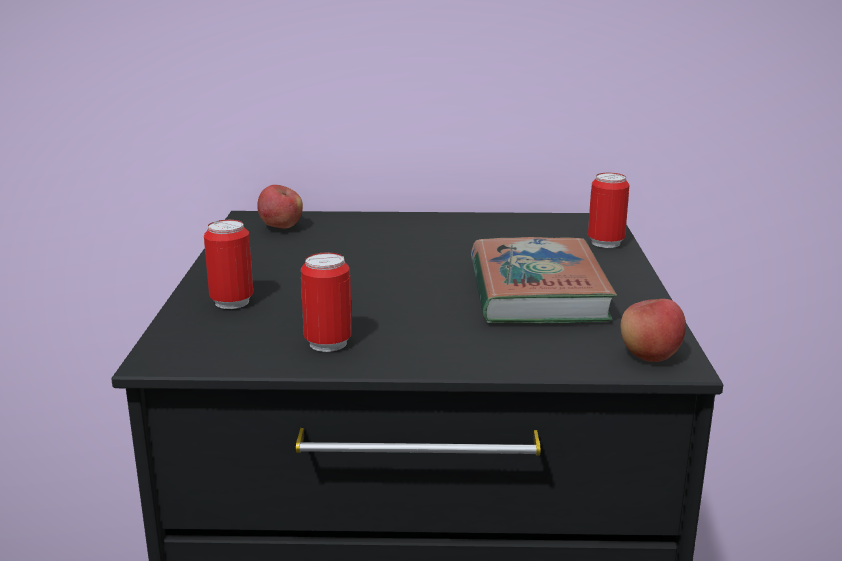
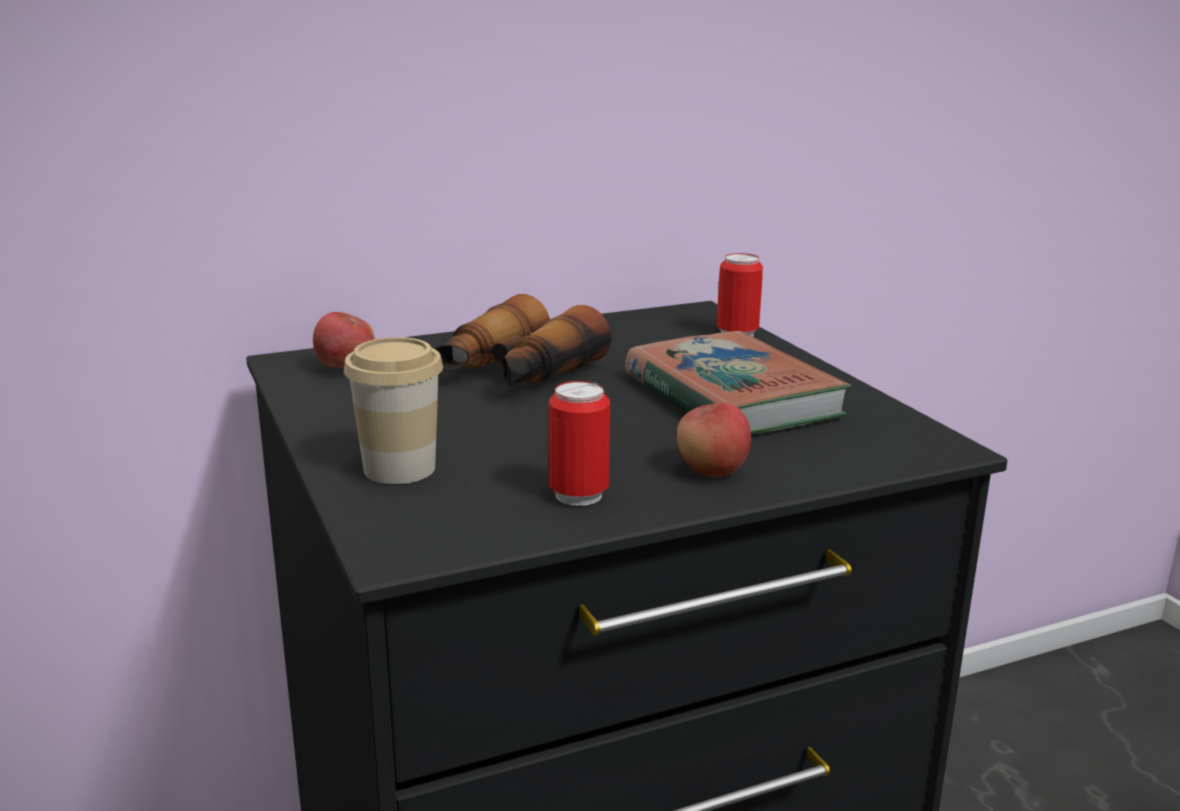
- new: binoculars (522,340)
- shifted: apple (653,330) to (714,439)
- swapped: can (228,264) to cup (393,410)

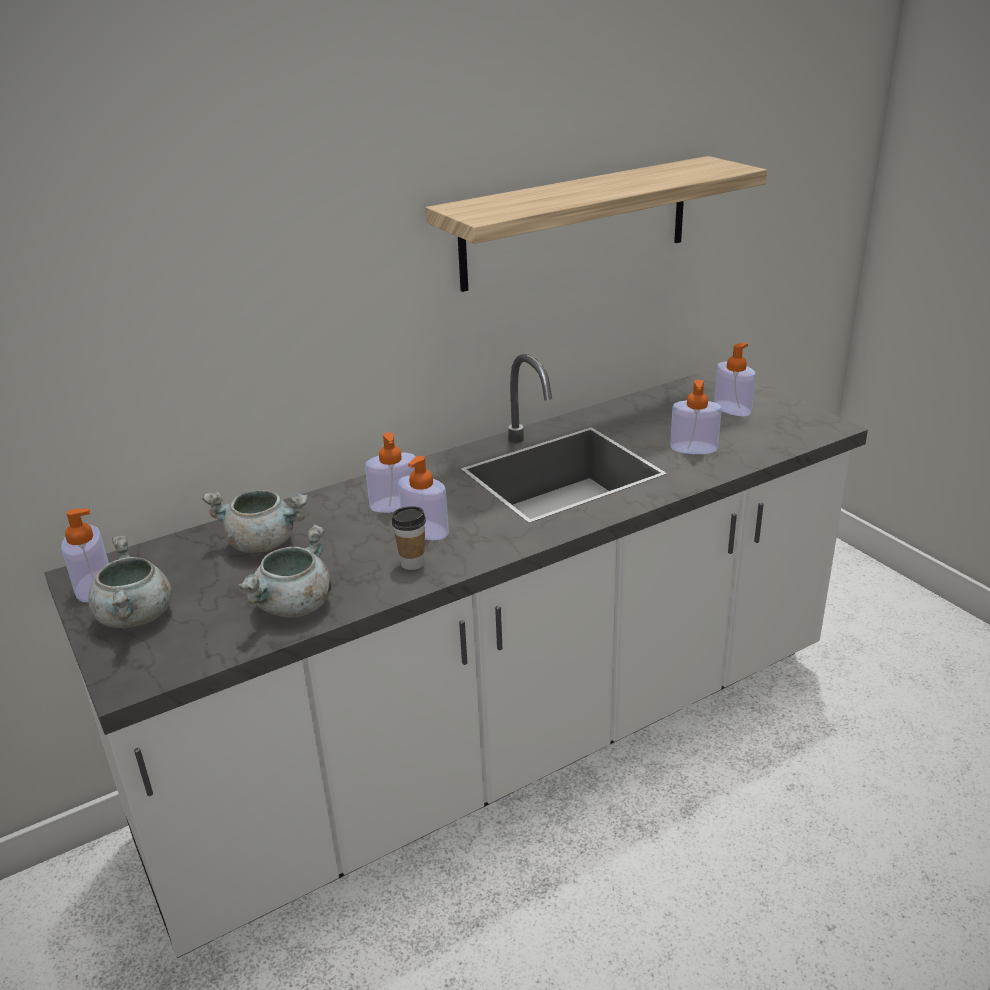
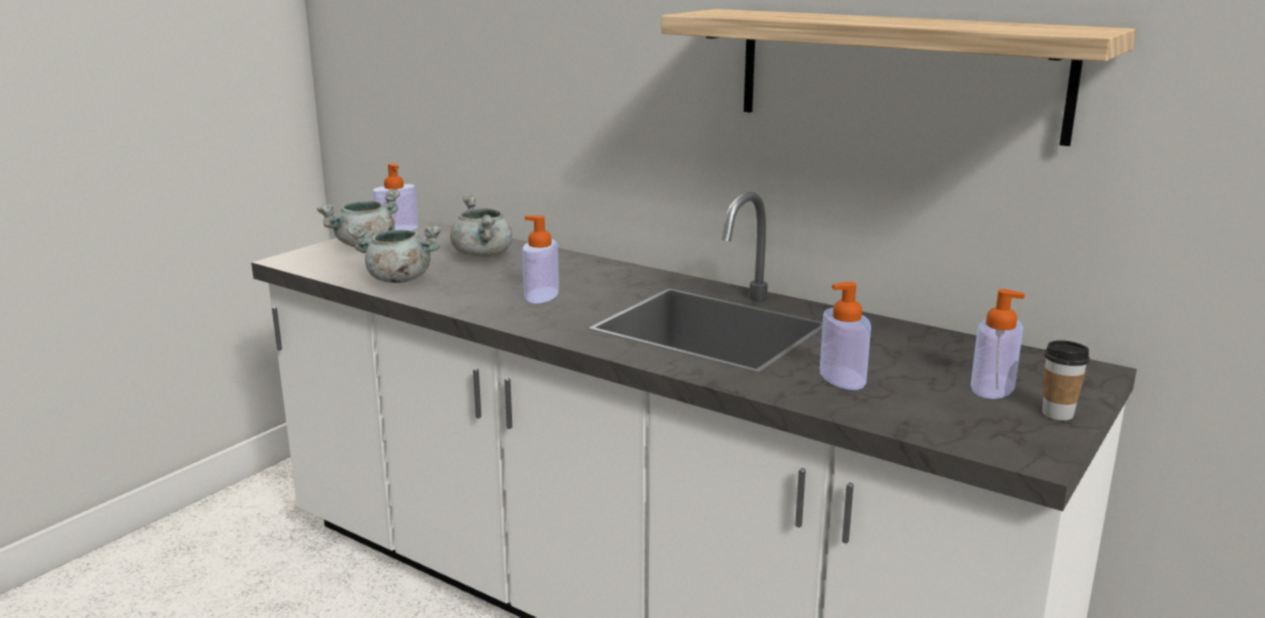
- gone: soap dispenser (390,472)
- shifted: cup (409,538) to (1066,380)

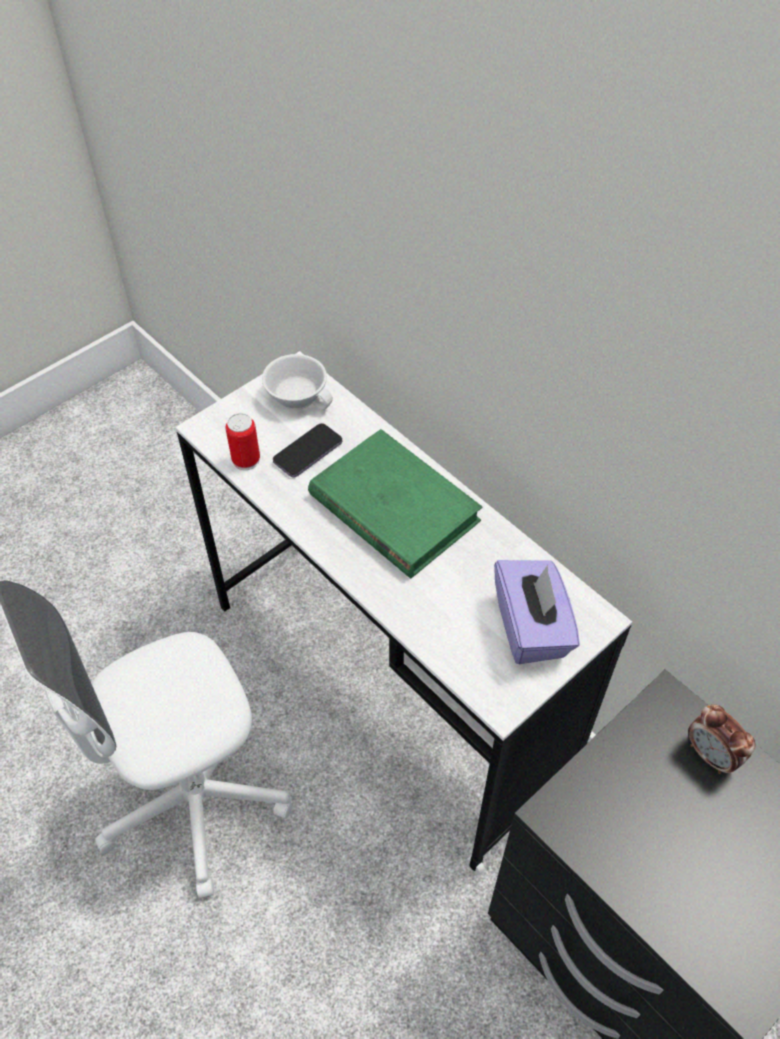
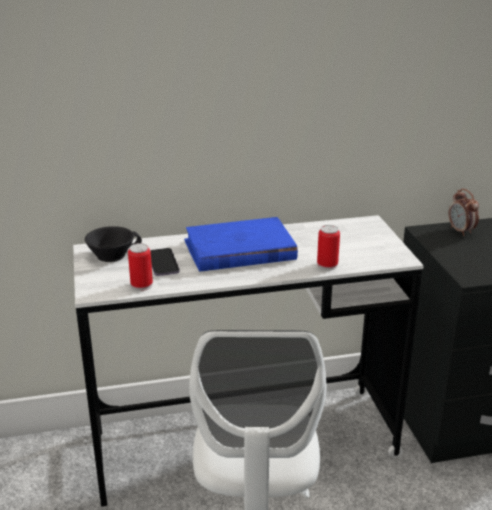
- gone: tissue box (purple) (537,612)
- new: can (328,247)
- repainted: cup (white) (297,382) to cup (black) (113,244)
- repainted: book (green) (395,503) to book (blue) (241,244)
- rotated: alarm clock (721,739) = (464,212) 75 degrees clockwise

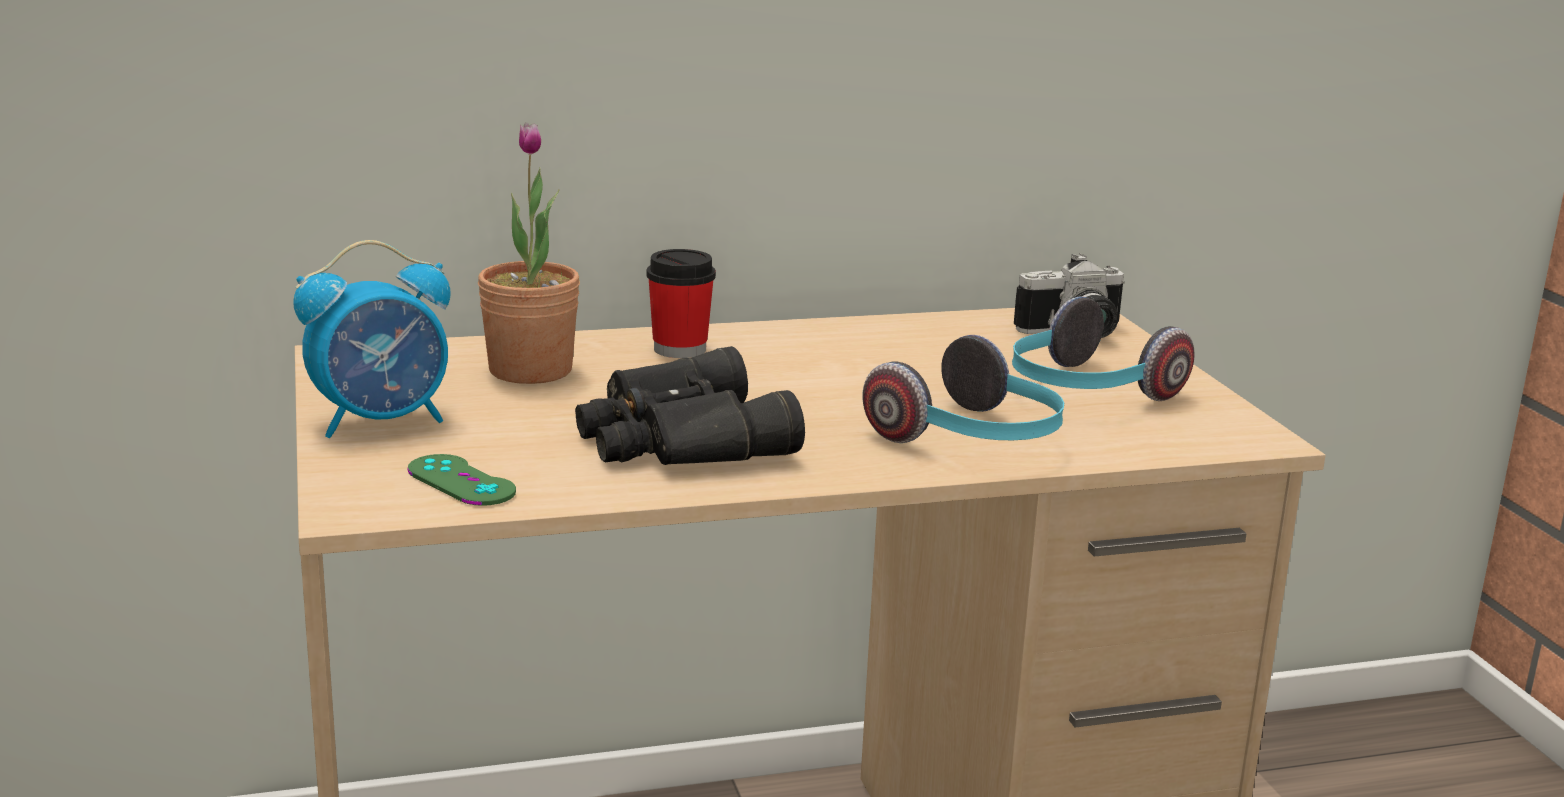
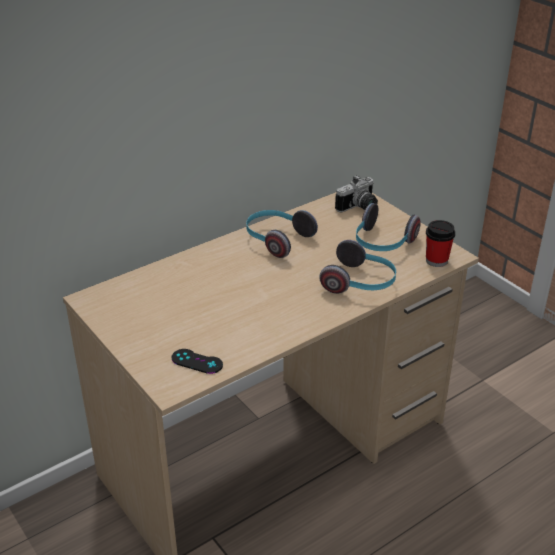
- gone: alarm clock (372,339)
- gone: potted plant (529,253)
- gone: binoculars (black) (690,405)
- new: headphones (282,234)
- shifted: cup (681,303) to (440,243)
- repainted: game controller (green) (462,480) to game controller (black) (197,361)

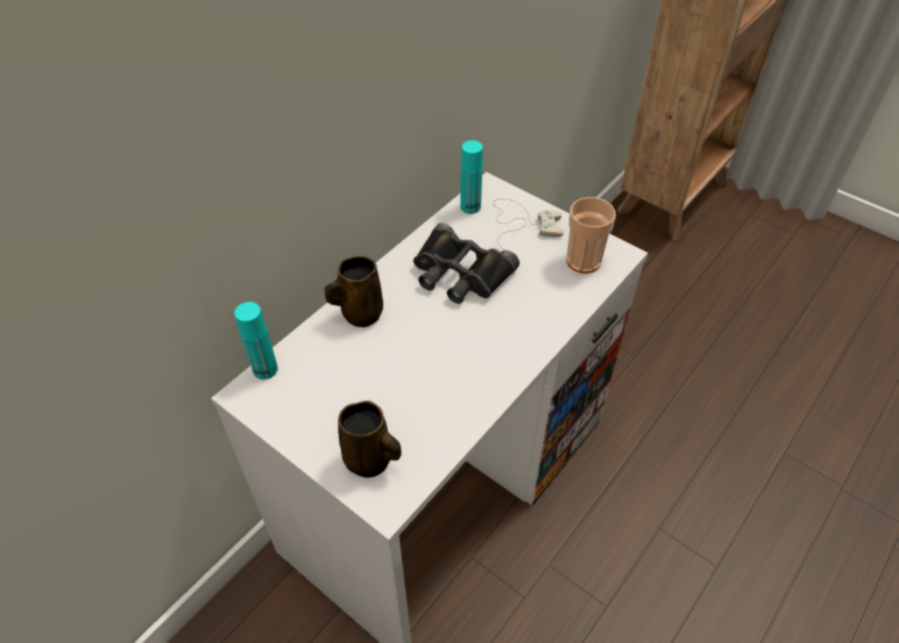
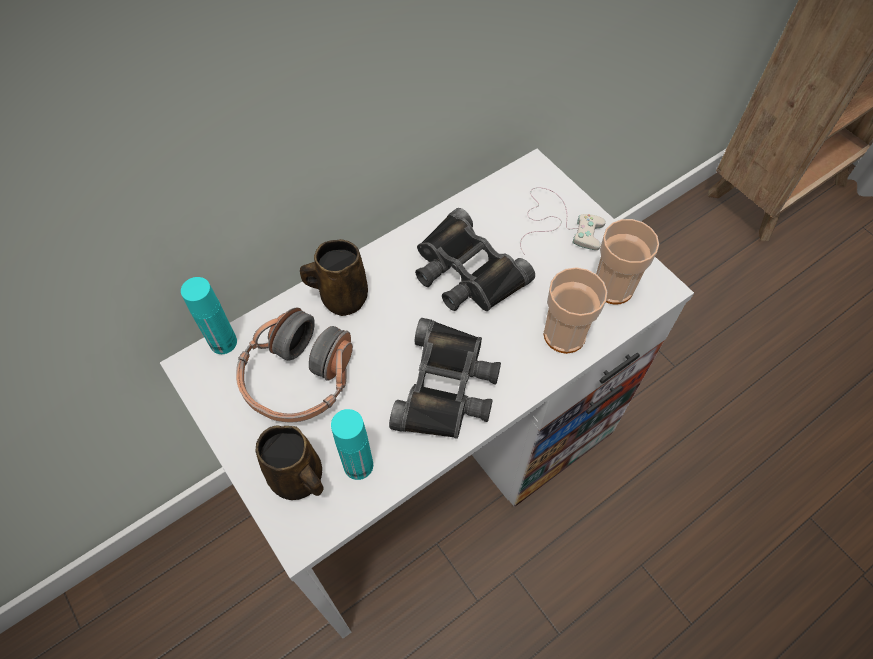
- new: headphones (294,365)
- new: binoculars (black) (445,378)
- new: cup (575,310)
- shifted: bottle (turquoise) (471,177) to (352,444)

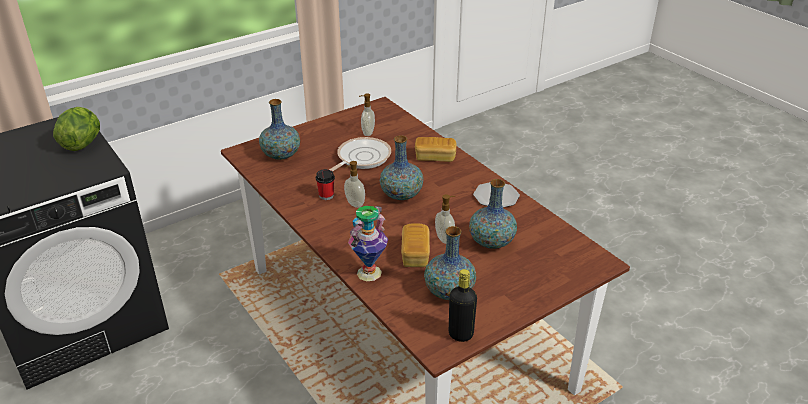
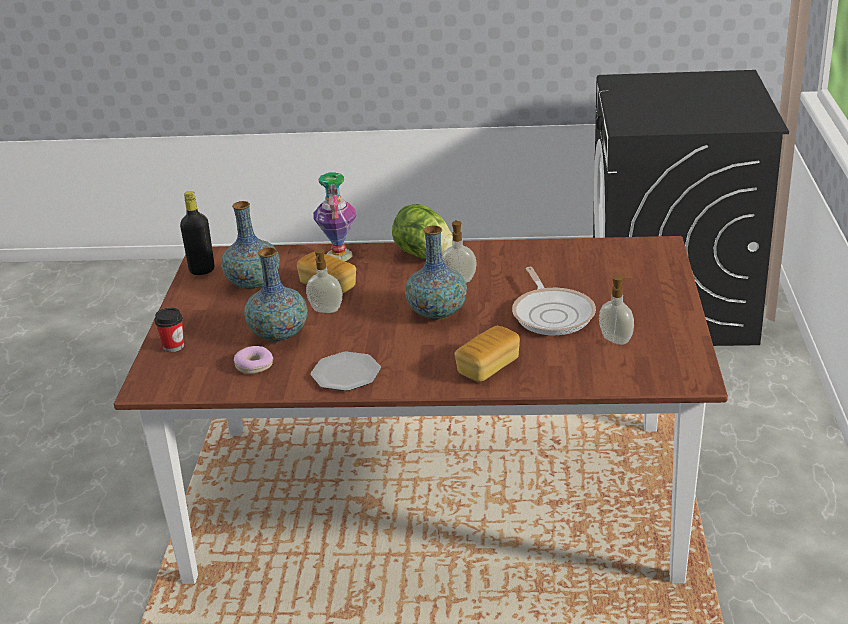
- gone: vase (279,129)
- new: donut (253,360)
- shifted: lettuce (76,129) to (422,231)
- shifted: cup (325,184) to (169,330)

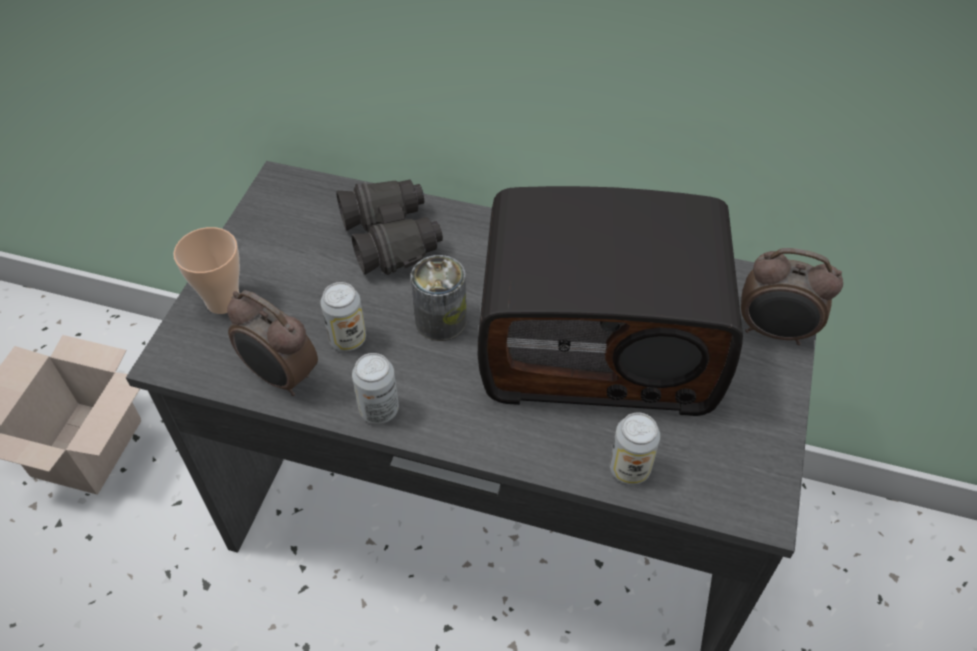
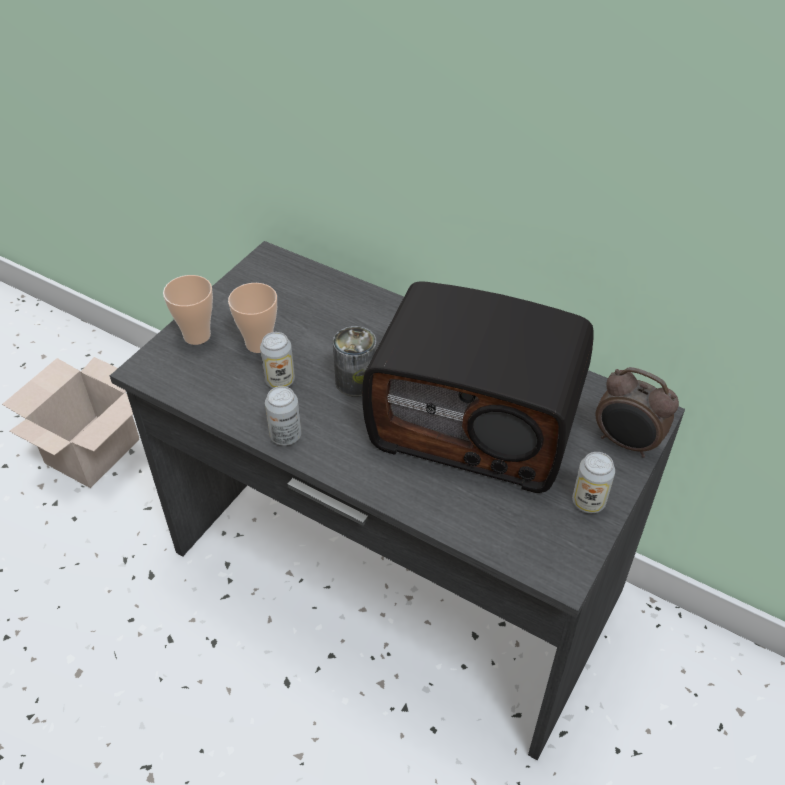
- gone: alarm clock (272,343)
- gone: binoculars (black) (390,227)
- new: cup (252,318)
- shifted: can (635,449) to (593,482)

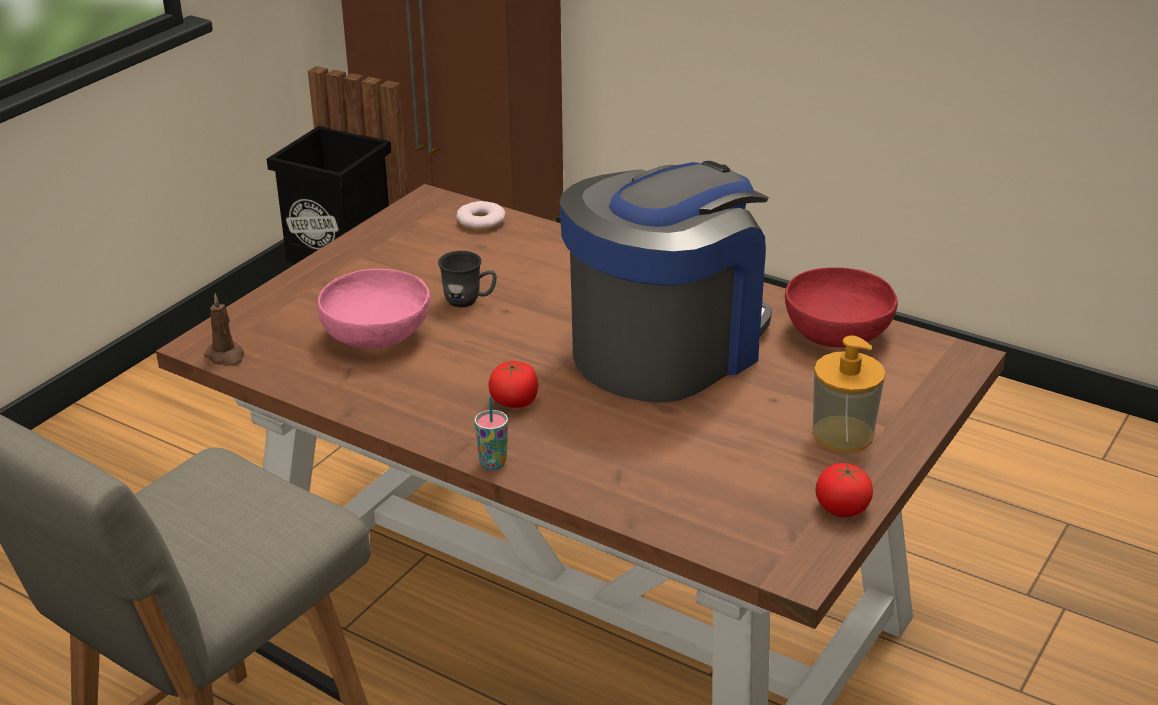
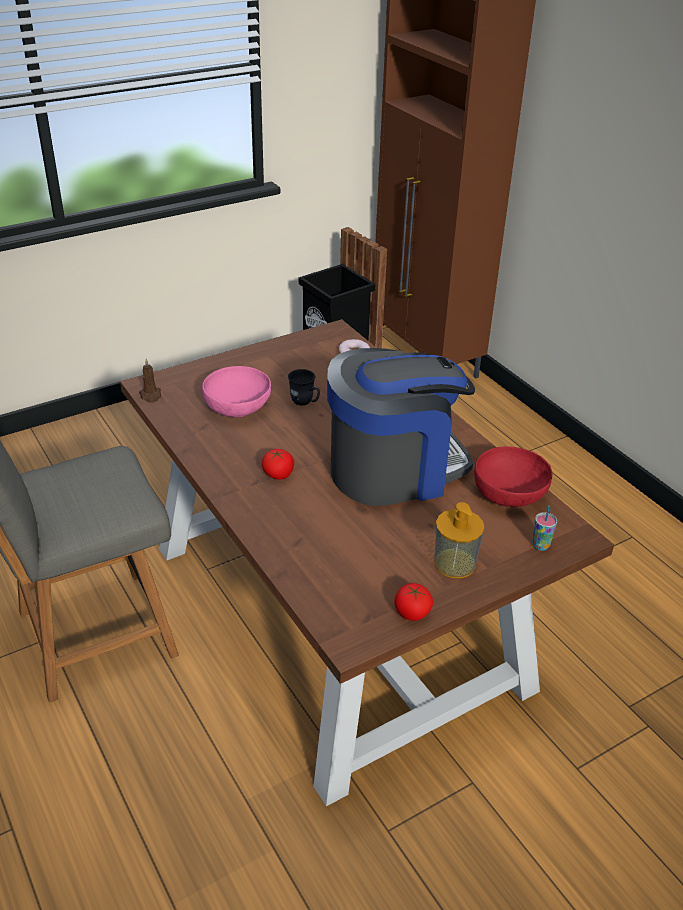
- shifted: cup (491,433) to (544,528)

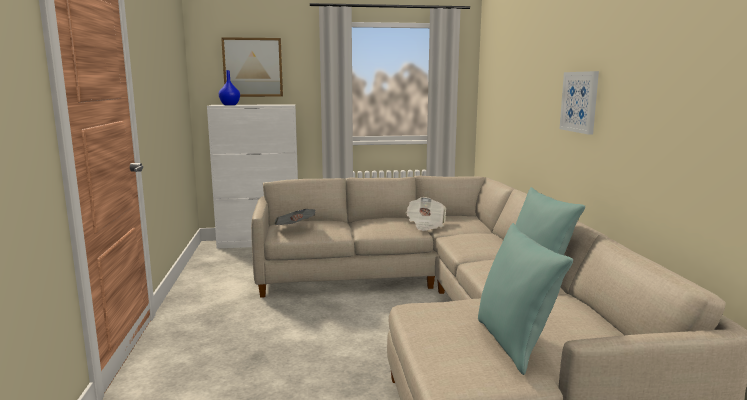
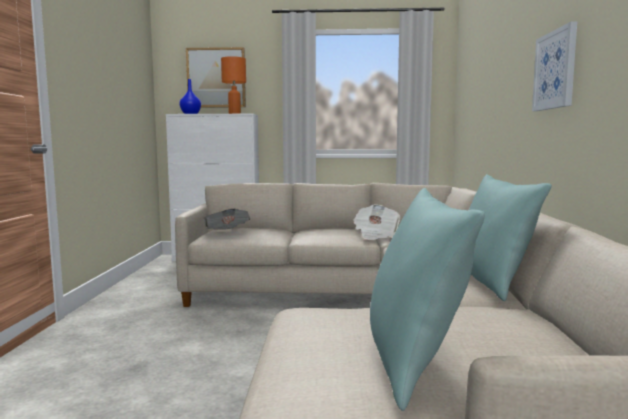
- new: table lamp (orange) (233,85)

